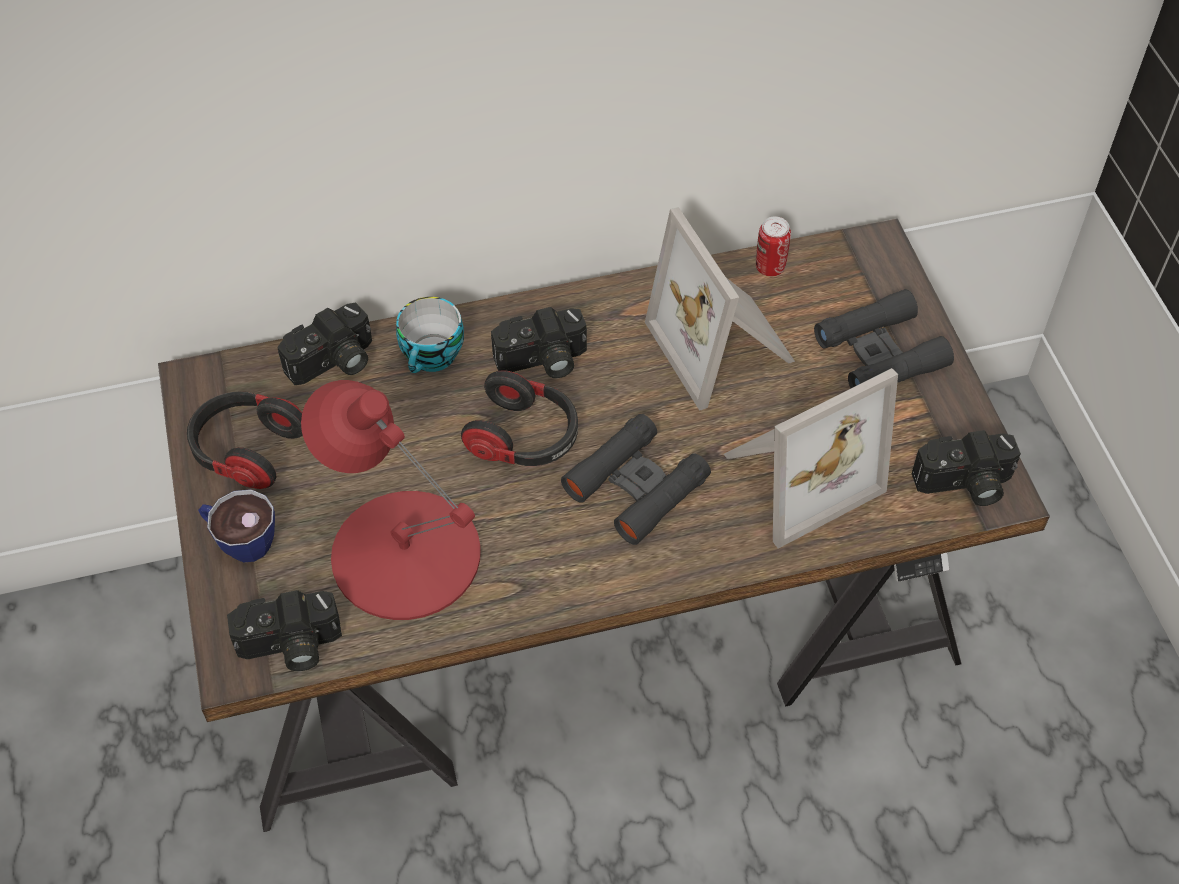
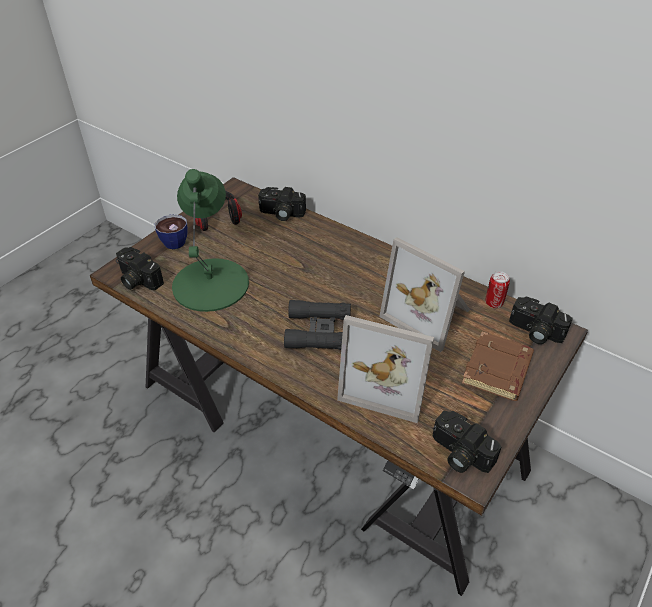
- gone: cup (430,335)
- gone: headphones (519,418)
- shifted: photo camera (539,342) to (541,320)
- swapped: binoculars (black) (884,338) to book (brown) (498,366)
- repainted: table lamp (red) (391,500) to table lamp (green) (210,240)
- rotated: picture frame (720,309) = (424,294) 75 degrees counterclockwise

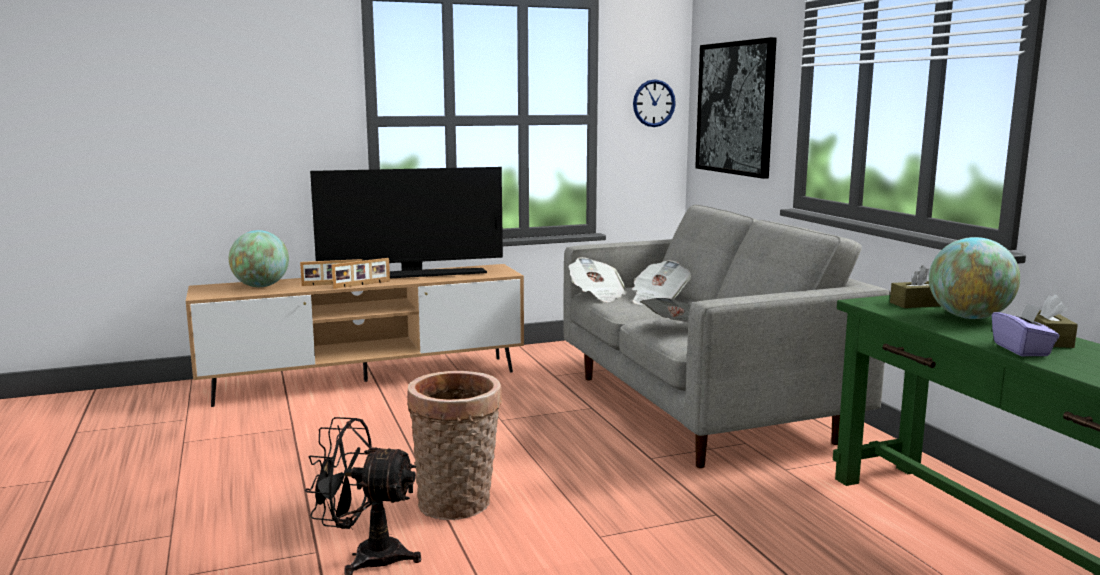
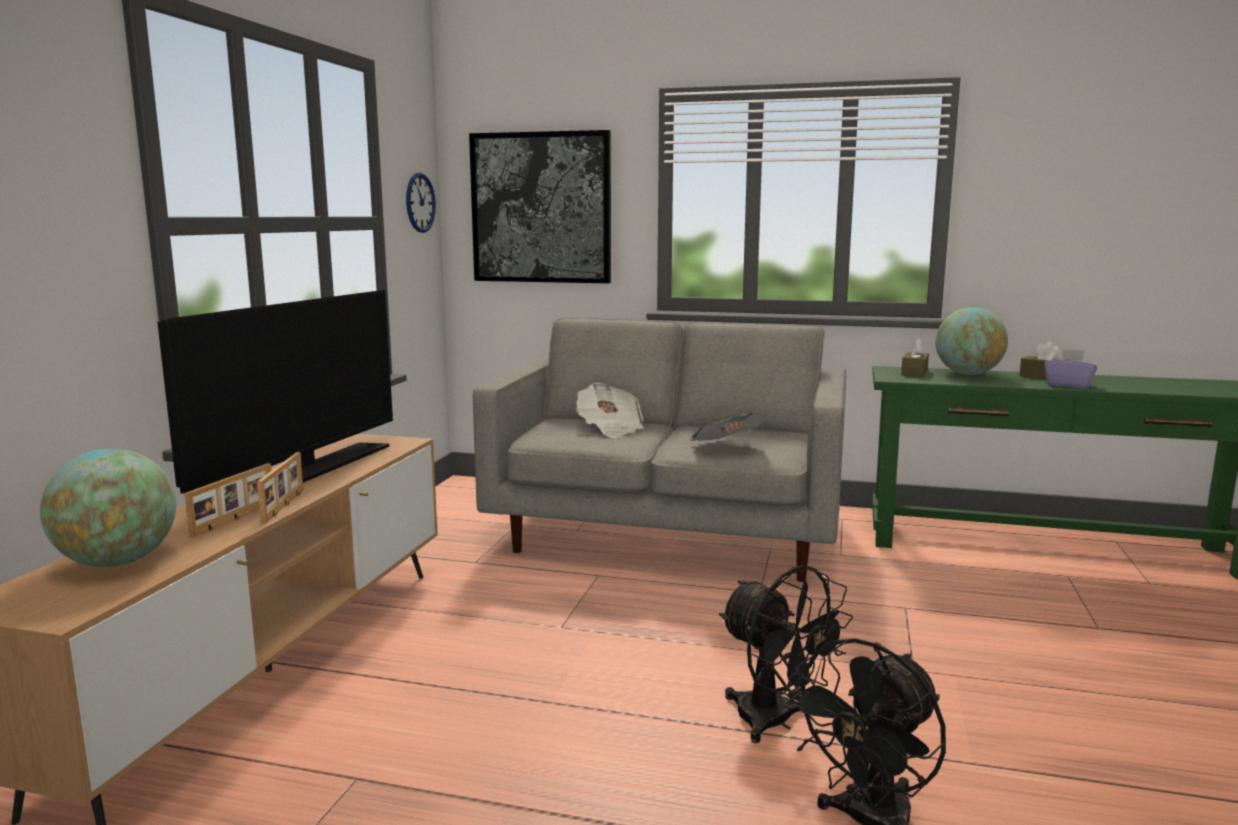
- gone: newspaper (598,279)
- swapped: basket (454,445) to fan (black) (786,654)

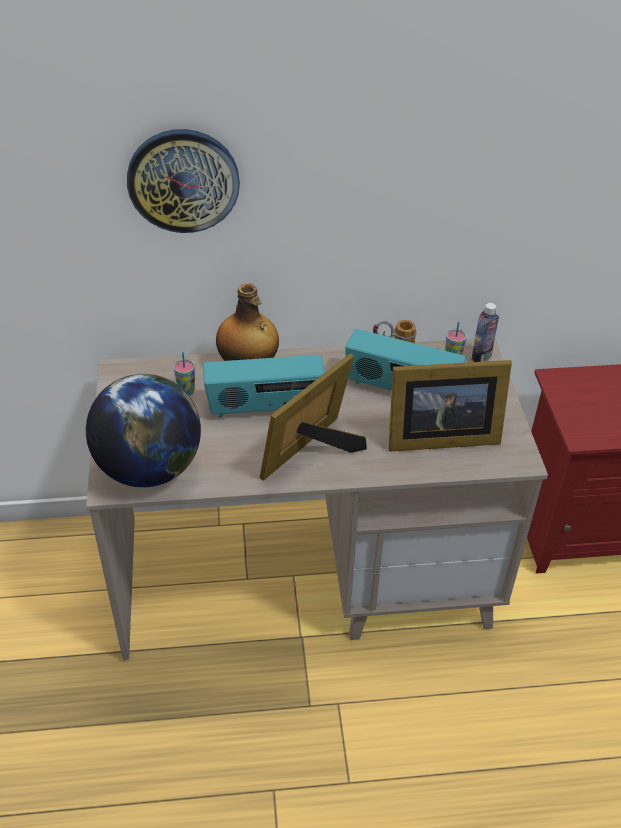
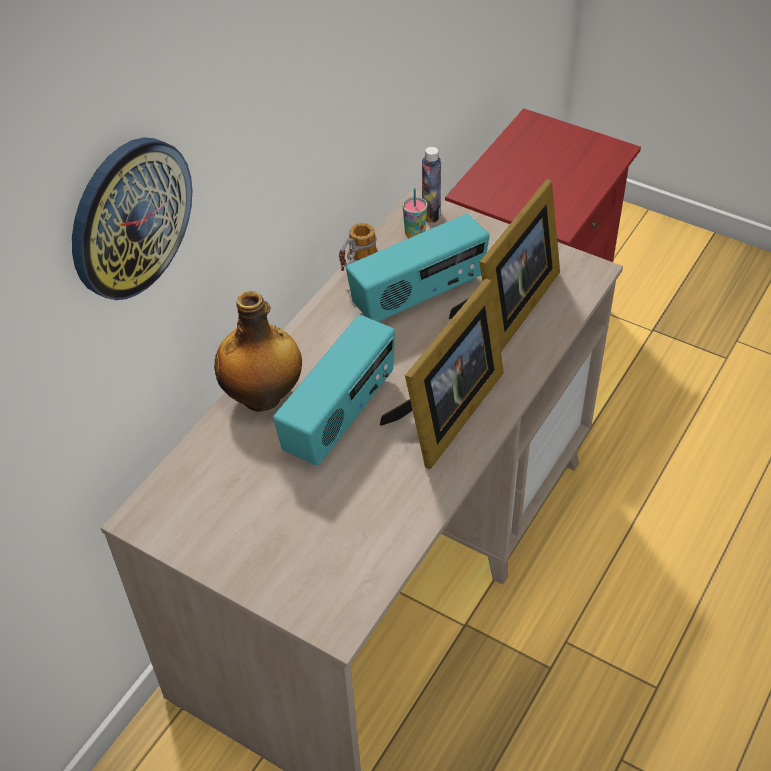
- gone: globe (143,430)
- gone: cup (184,374)
- rotated: picture frame (313,417) = (442,374) 135 degrees counterclockwise

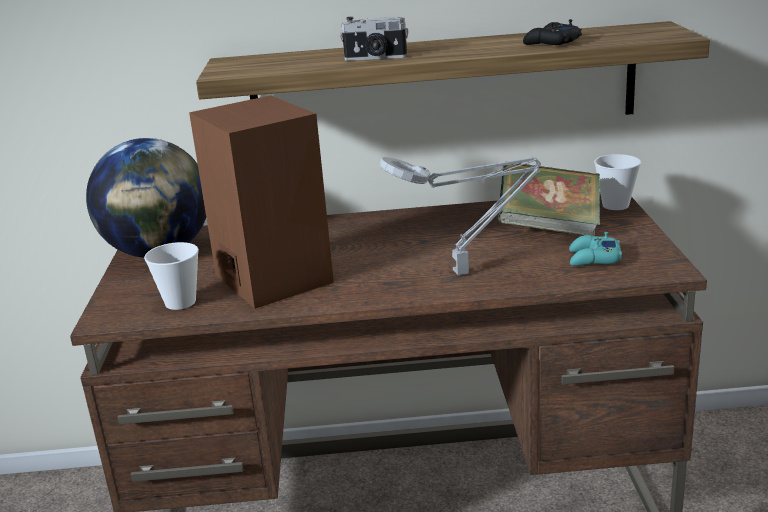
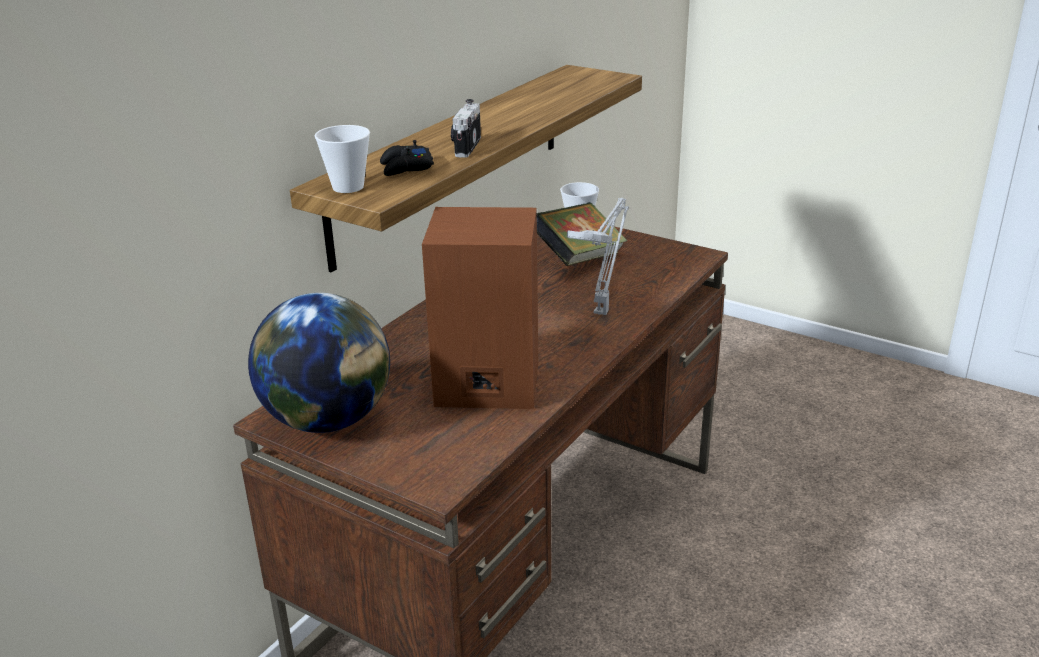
- gone: game controller (turquoise) (595,249)
- shifted: cup (171,276) to (342,159)
- shifted: game controller (black) (552,32) to (407,158)
- rotated: photo camera (374,39) = (466,128) 150 degrees clockwise

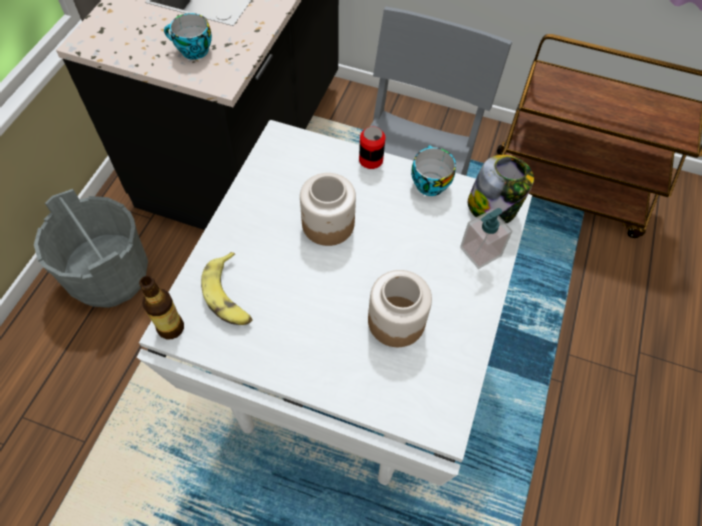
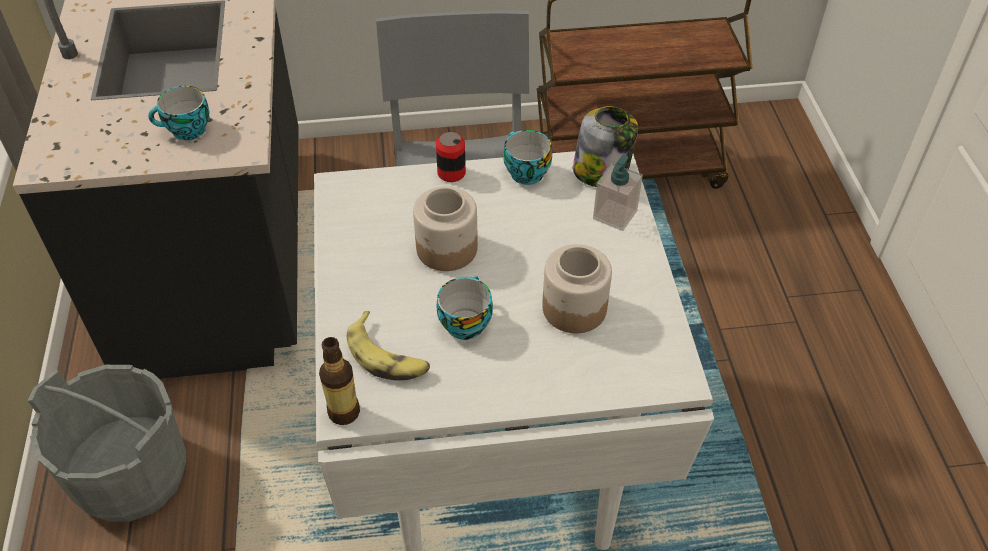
- new: cup (464,308)

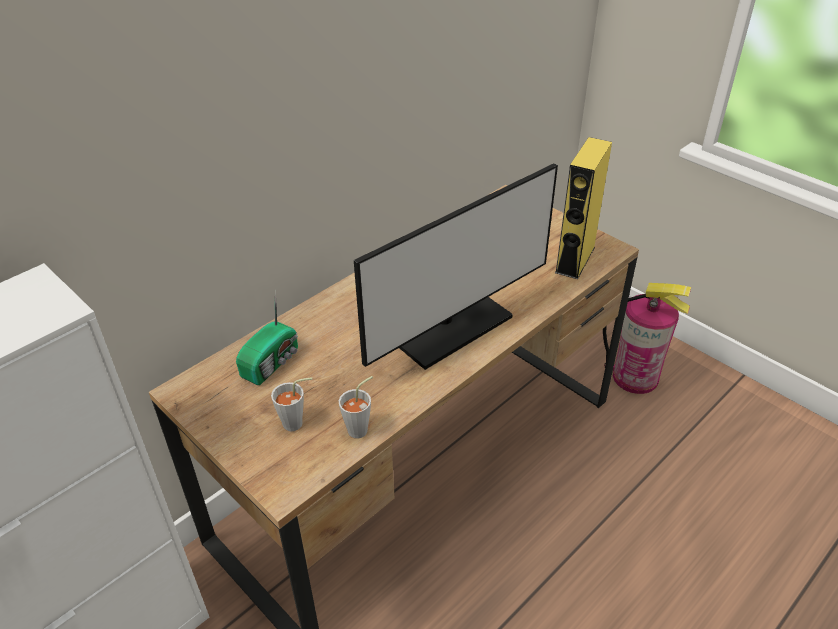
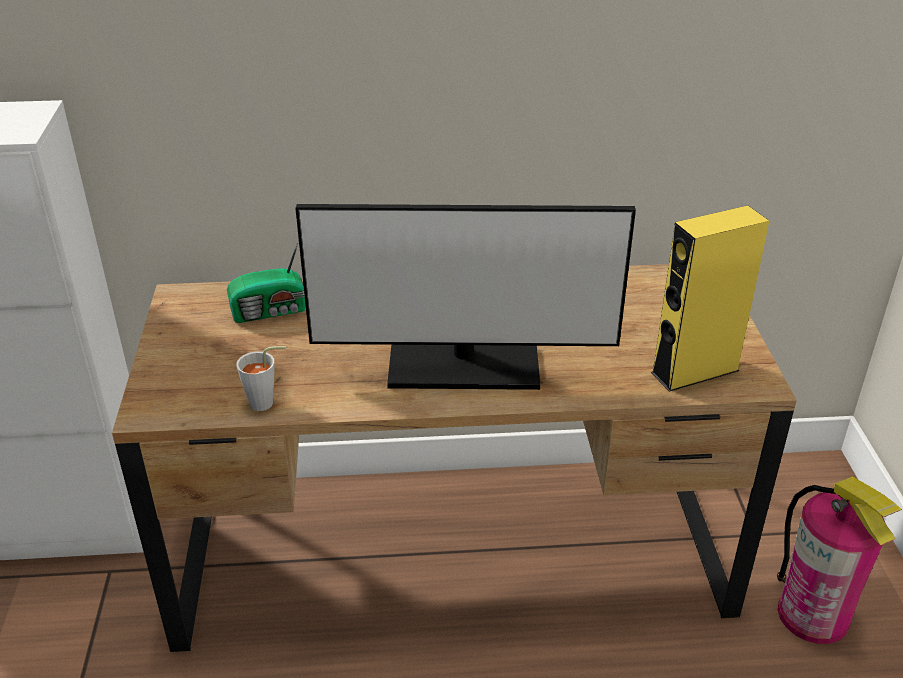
- gone: cup (grey) (292,404)

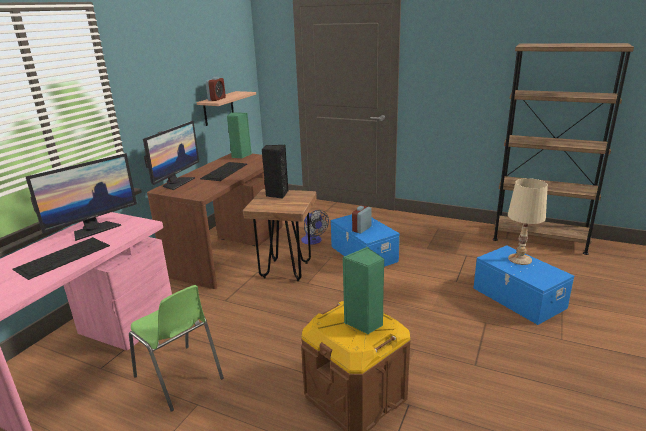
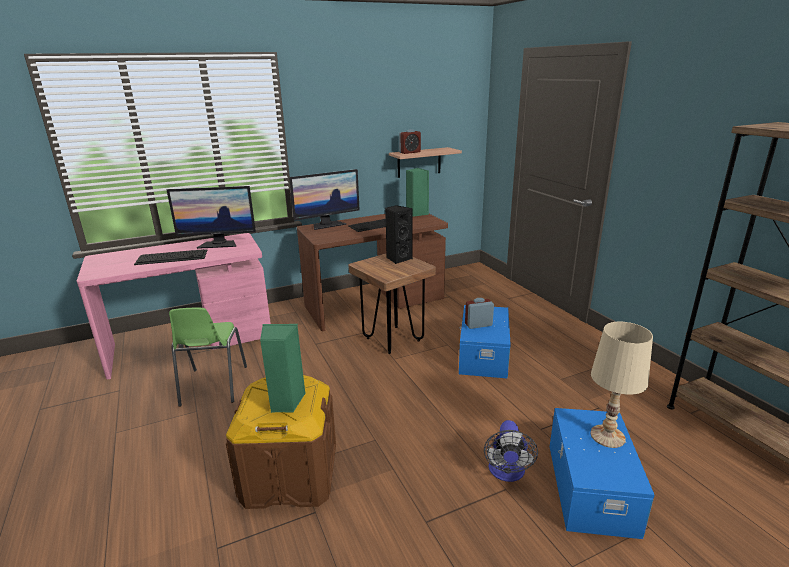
- shifted: fan (315,227) to (511,451)

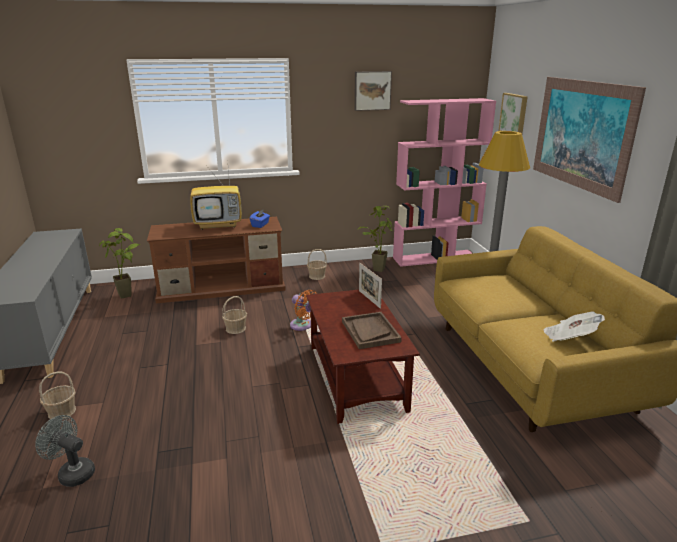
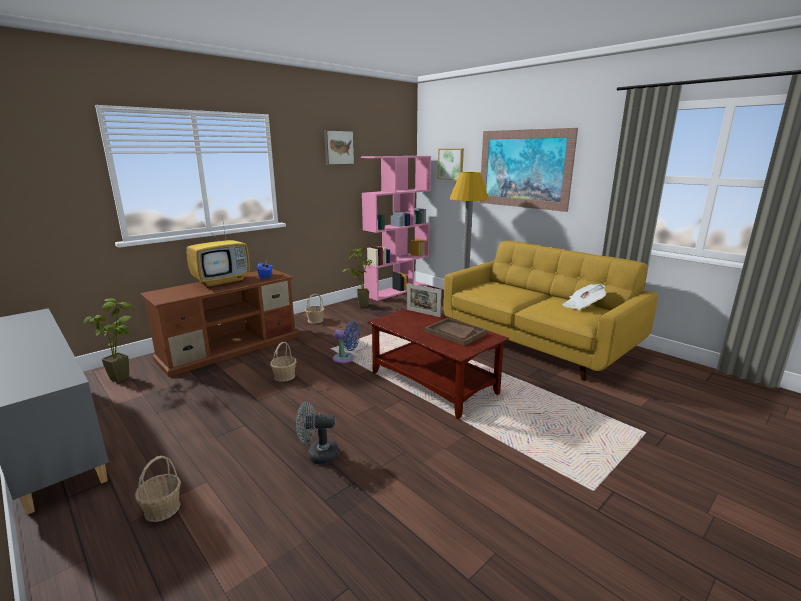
- shifted: fan (grey) (65,451) to (317,433)
- repainted: fan (orange) (303,310) to fan (blue) (346,342)

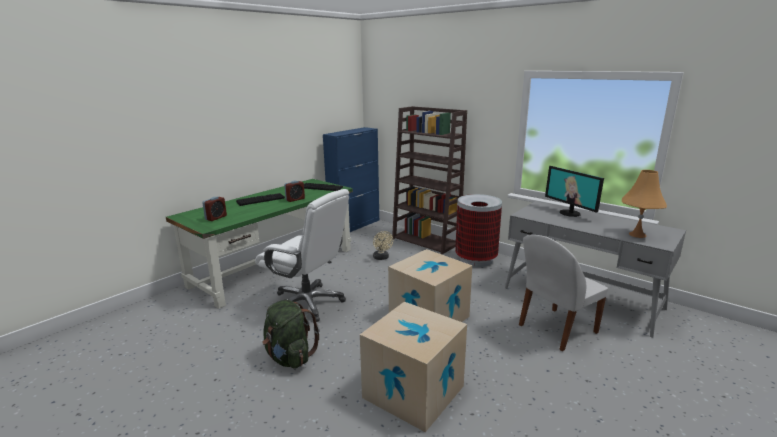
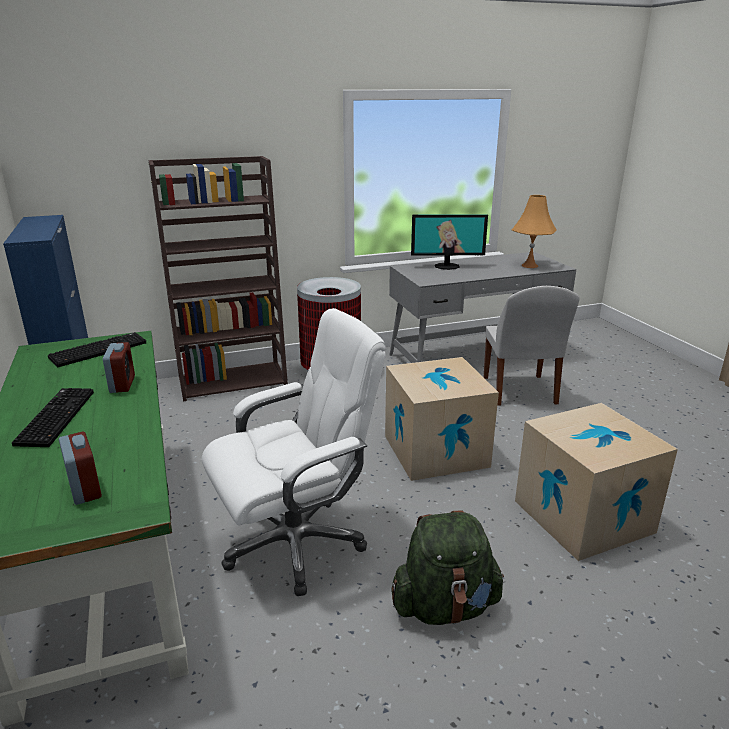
- gone: fan (beige) (383,245)

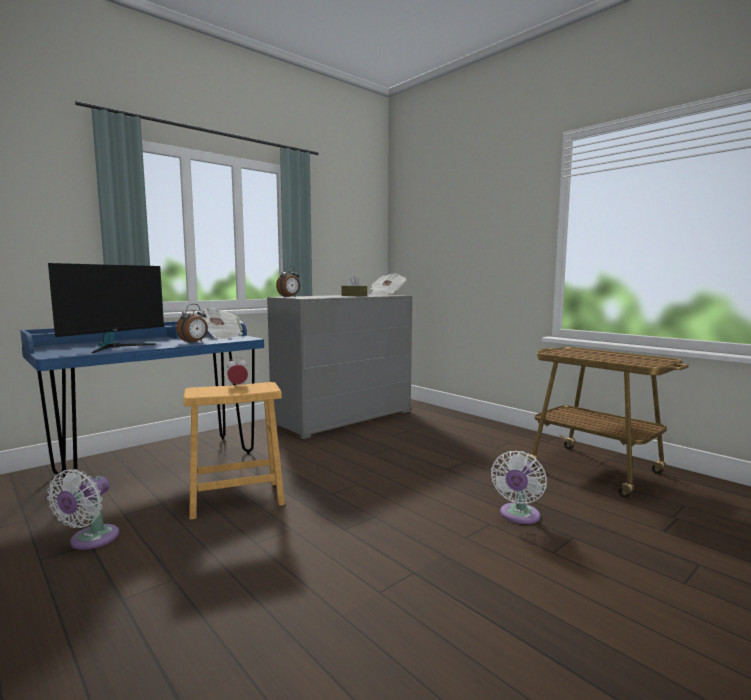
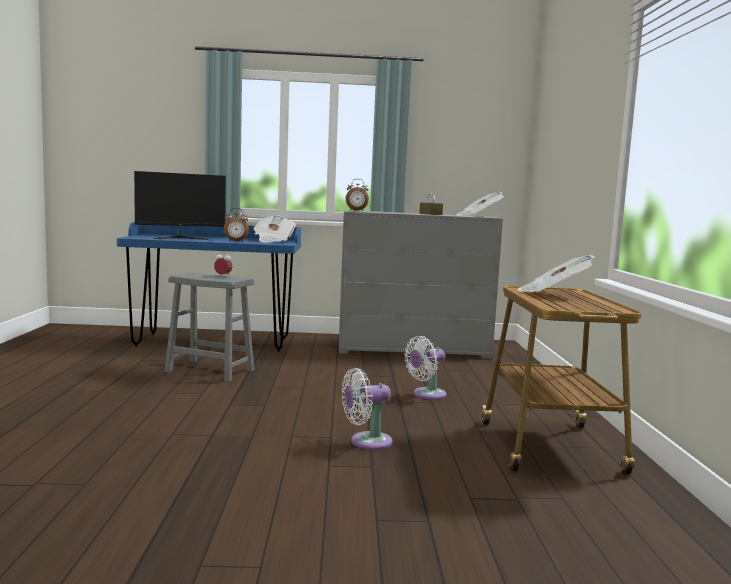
- new: newspaper (556,273)
- shifted: fan (white) (83,509) to (425,368)
- repainted: stool (brown) (234,451) to stool (grey) (210,327)

